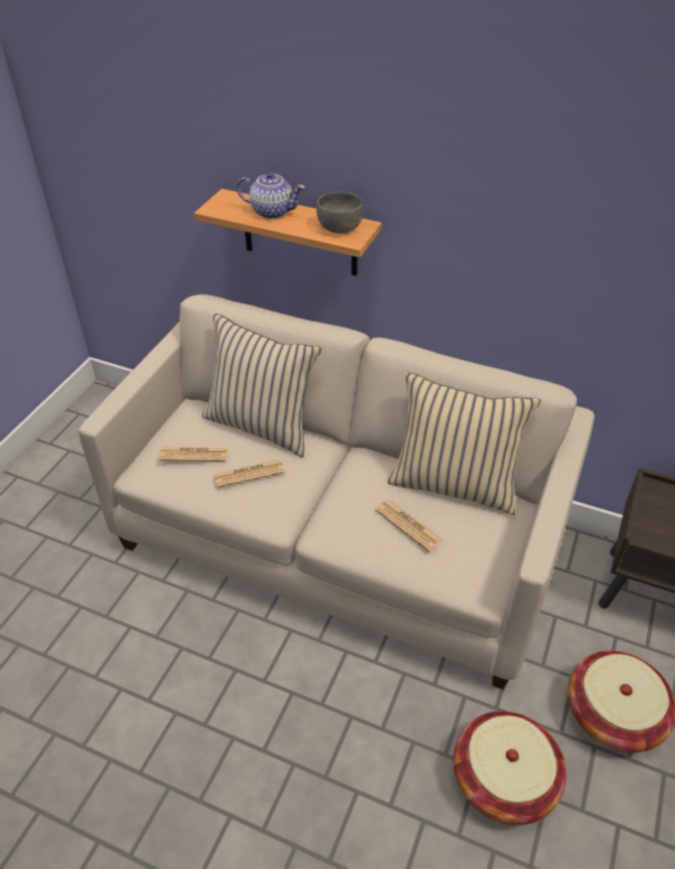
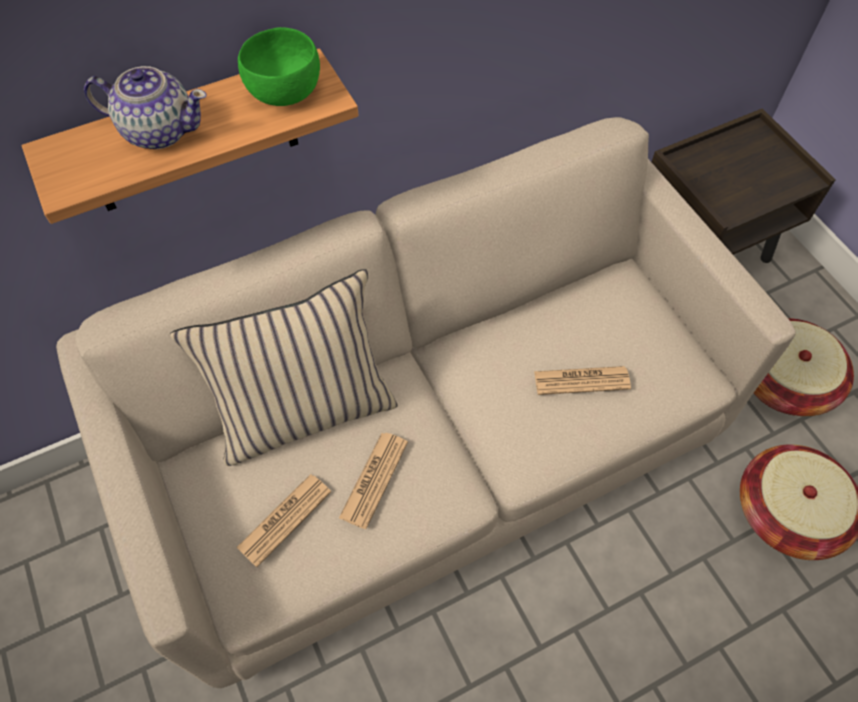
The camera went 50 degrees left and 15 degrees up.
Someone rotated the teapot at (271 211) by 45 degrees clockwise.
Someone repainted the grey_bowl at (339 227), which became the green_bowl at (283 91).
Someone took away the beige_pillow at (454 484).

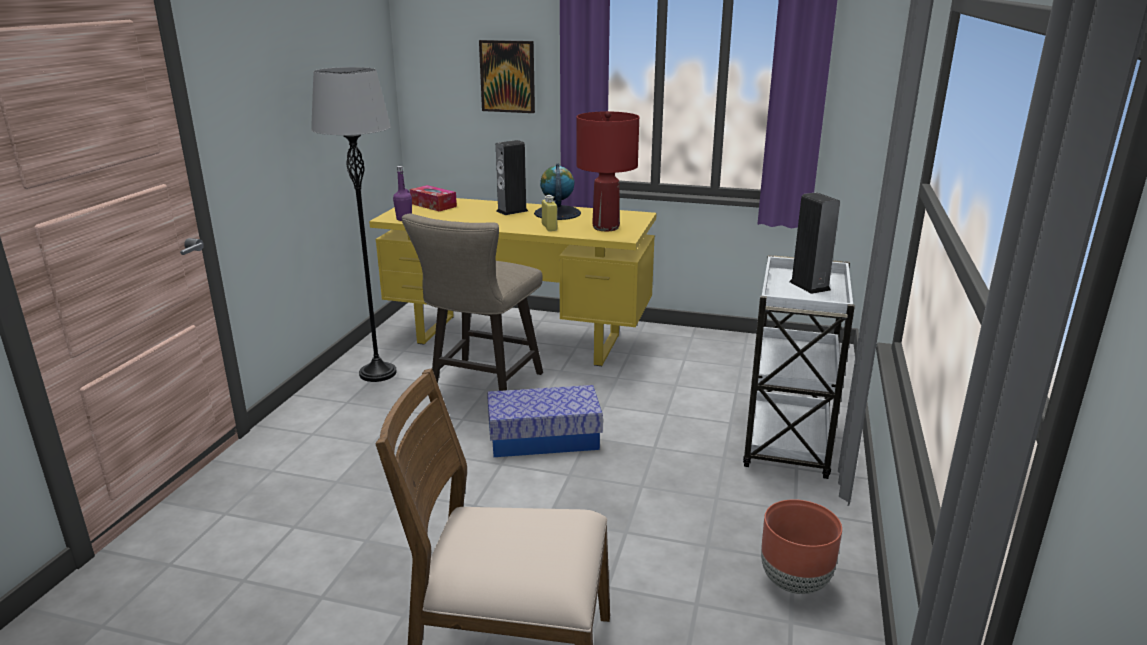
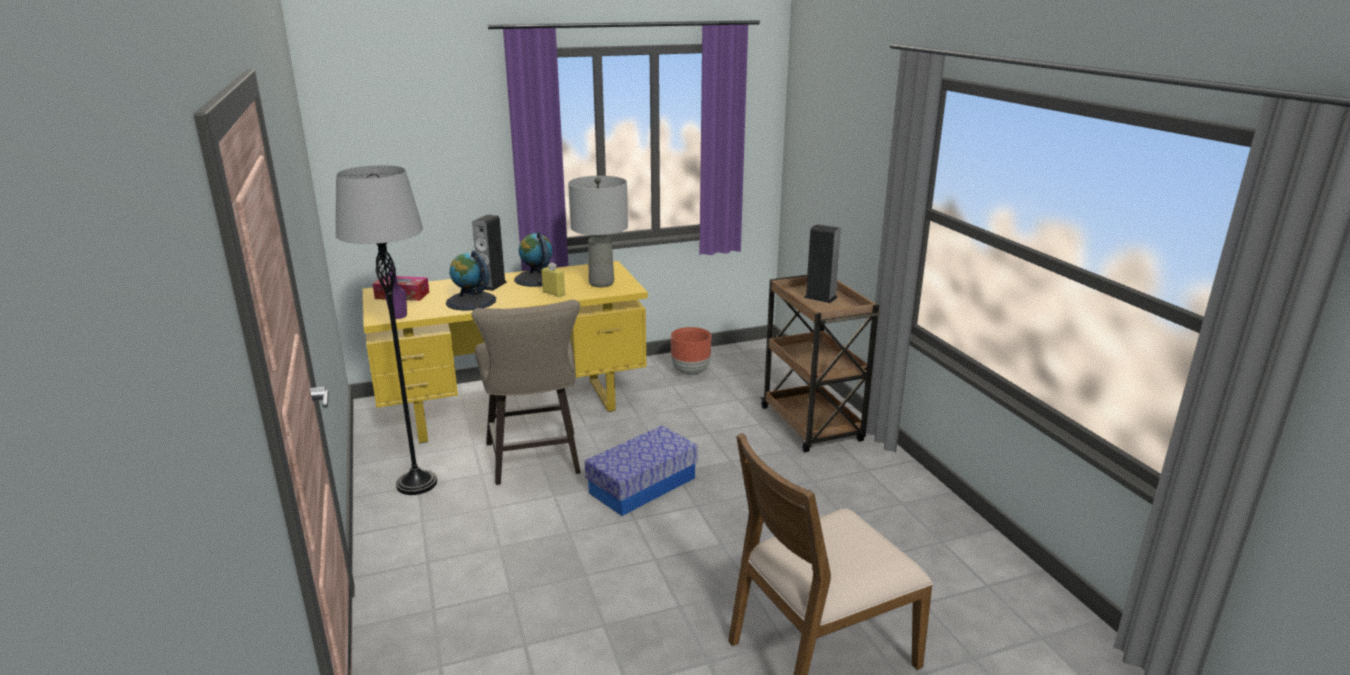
The camera went 35 degrees left and 0 degrees up.
Someone put down the globe at (471 301).
Someone repainted the red_table_lamp at (605 227), which became the grey_table_lamp at (601 283).
Someone carried the brown_planter from (795 582) to (691 372).
Someone repainted the white_cart at (787 443), which became the brown_cart at (812 425).
Someone took away the picture at (507 76).

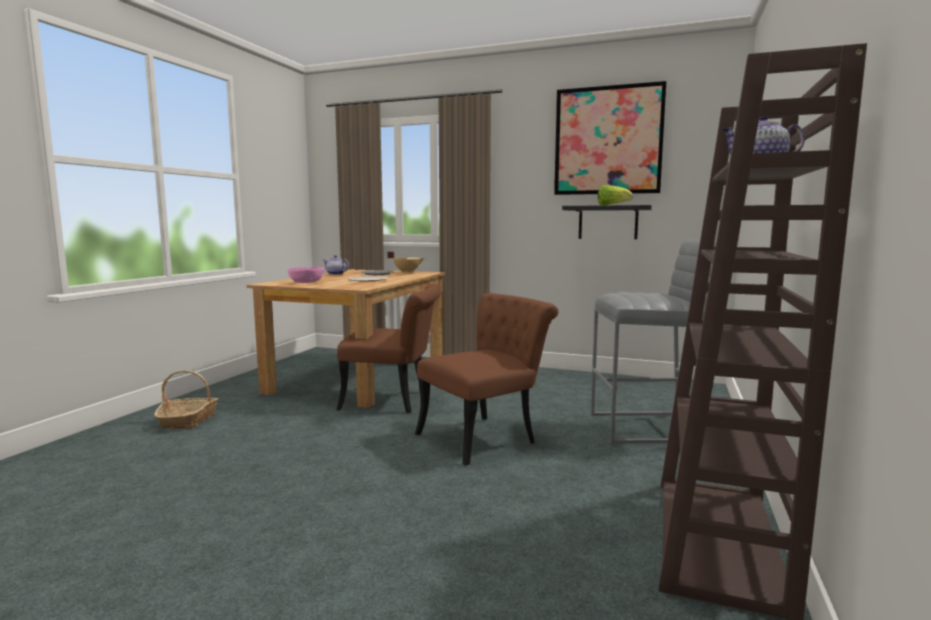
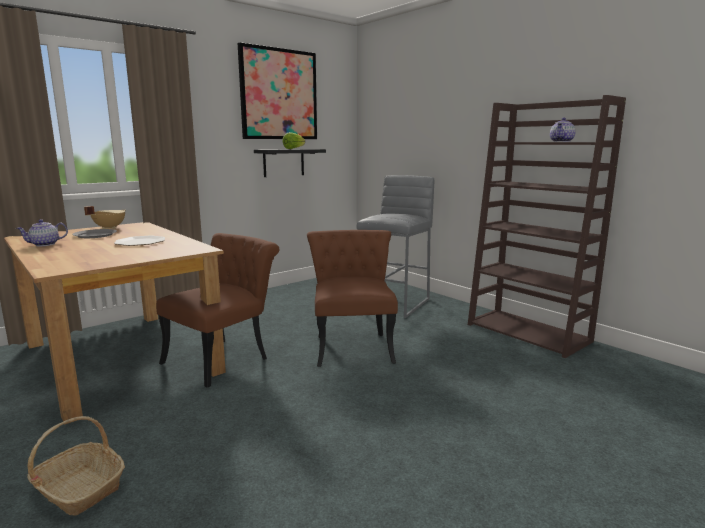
The camera went 60 degrees left and 5 degrees up.
Someone took away the pink_bowl at (306 282).

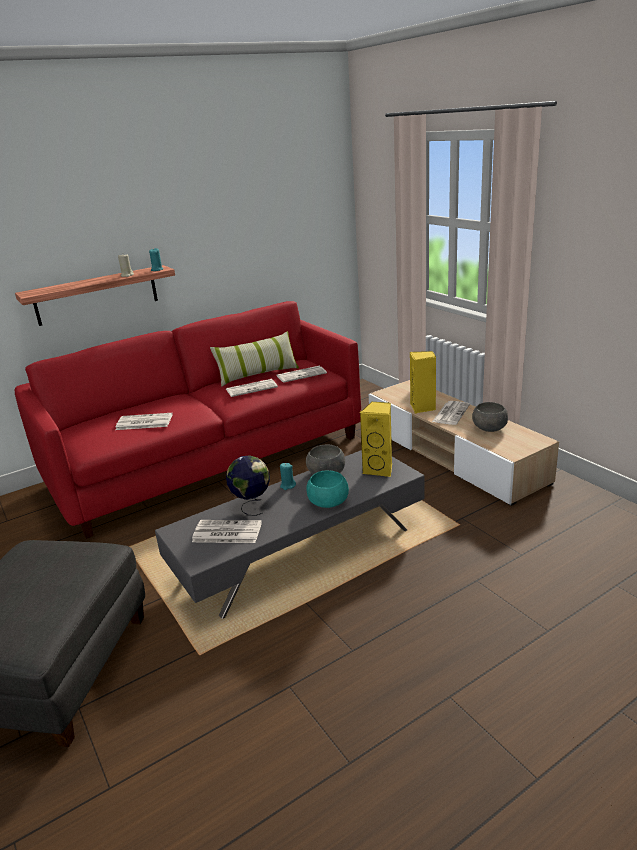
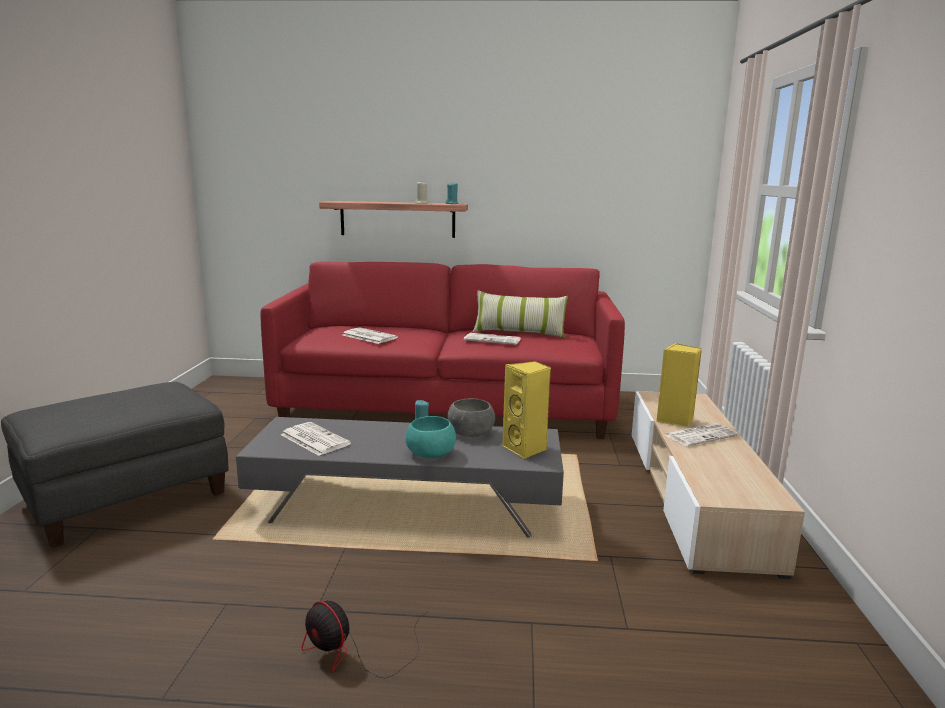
The camera went 35 degrees right and 10 degrees down.
Someone put down the fan at (355 653).
Someone took away the globe at (252 506).
Someone took away the newspaper at (301 374).
Someone took away the grey_bowl at (489 428).

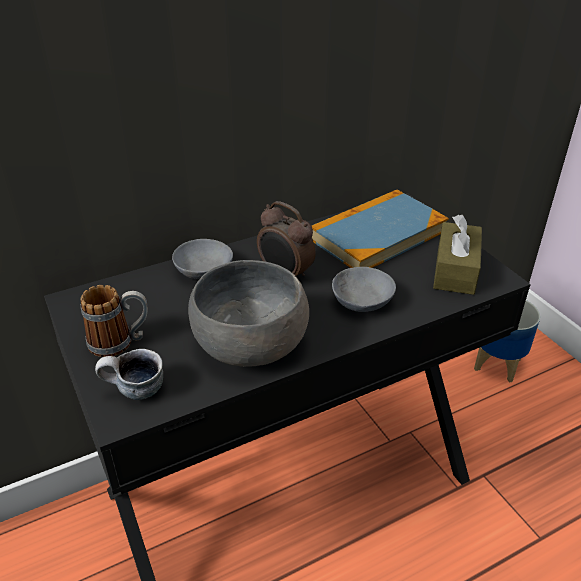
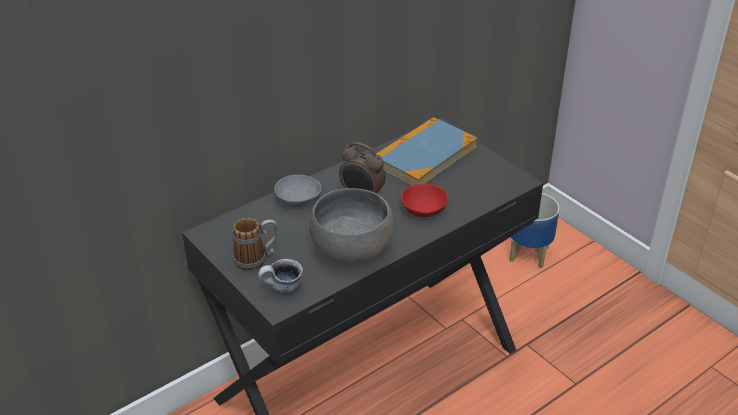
The camera went 10 degrees left and 0 degrees up.
Someone repainted the grey_bowl at (362 302), which became the red_bowl at (424 210).
Someone took away the brown_tissue_box at (455 270).

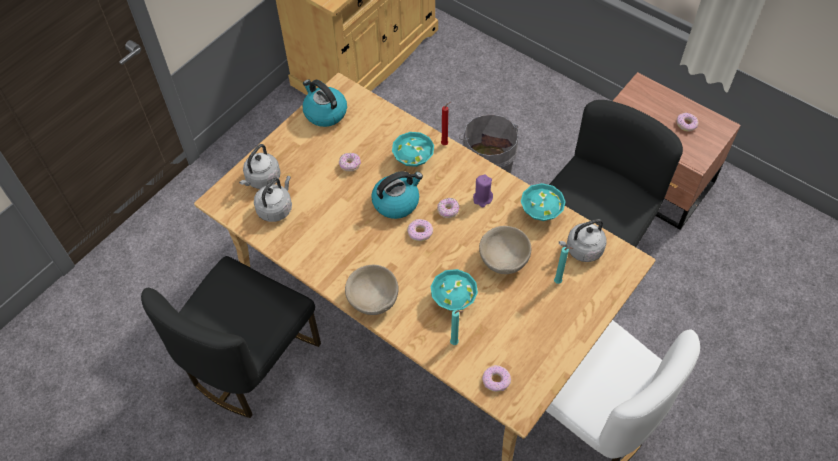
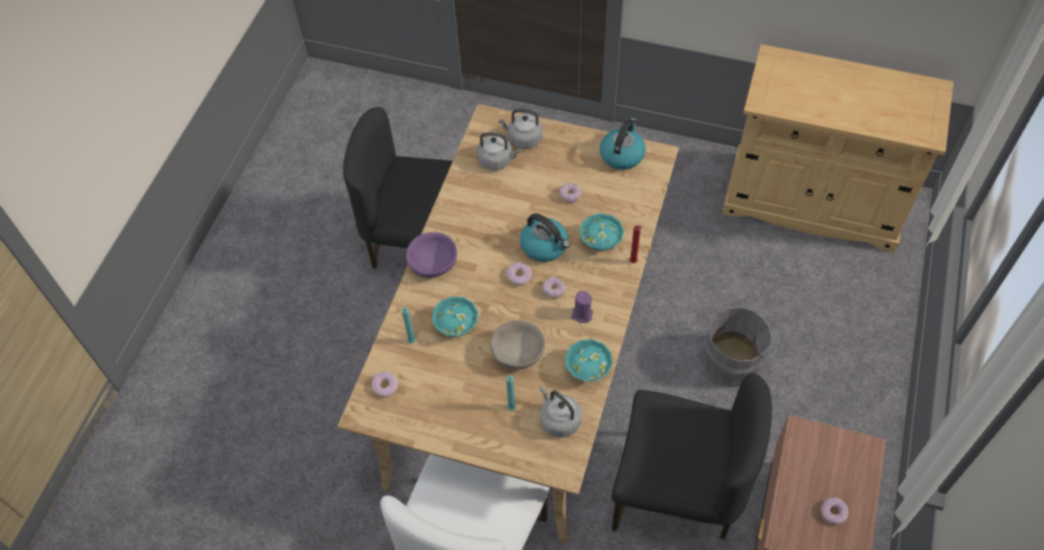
The camera went 70 degrees right and 0 degrees up.
Someone repainted the beige_bowl at (372 299), which became the purple_bowl at (433 264).

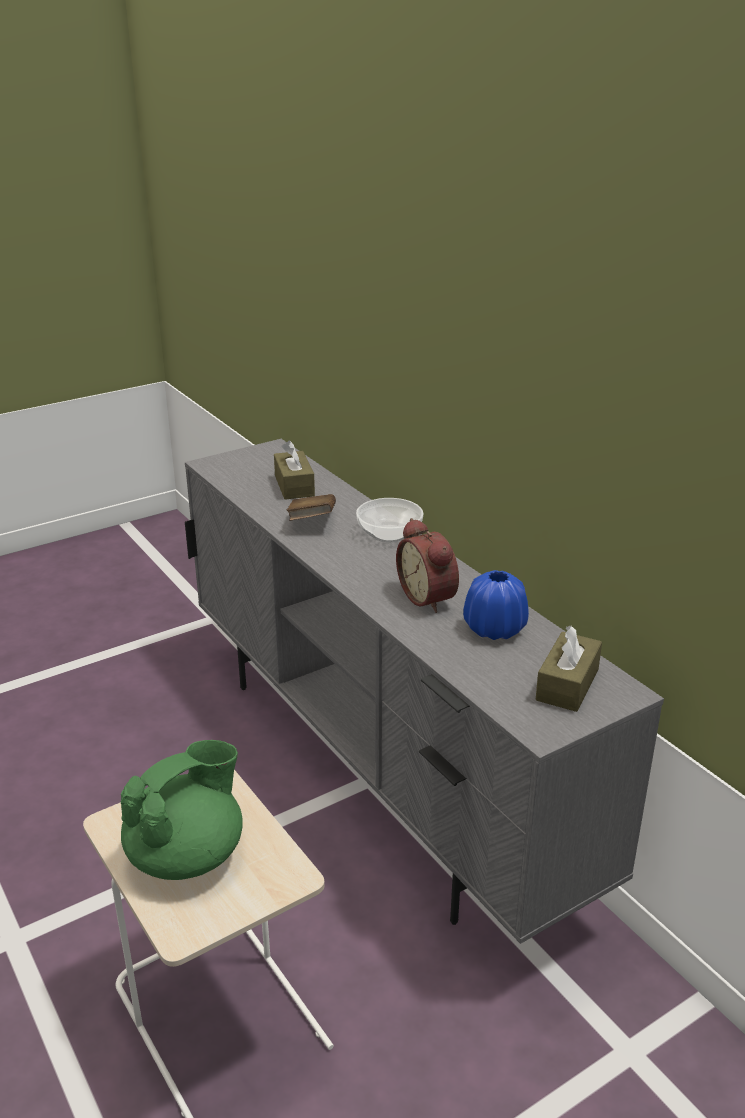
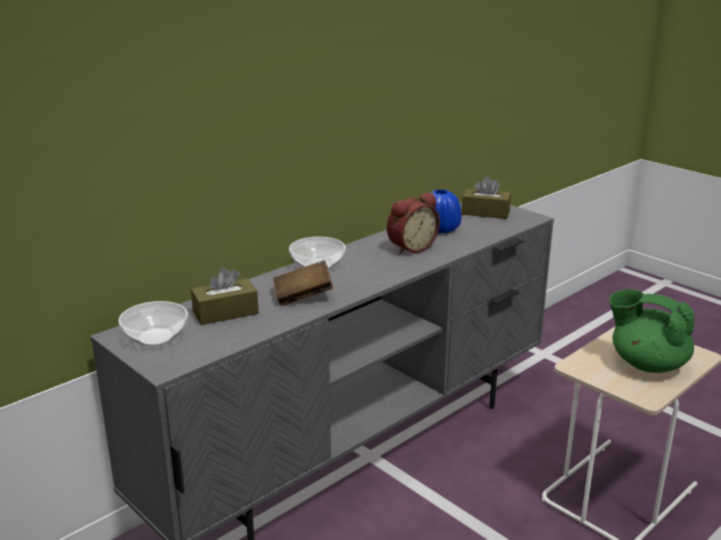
The camera went 100 degrees left and 5 degrees down.
Someone put down the bowl at (156 337).

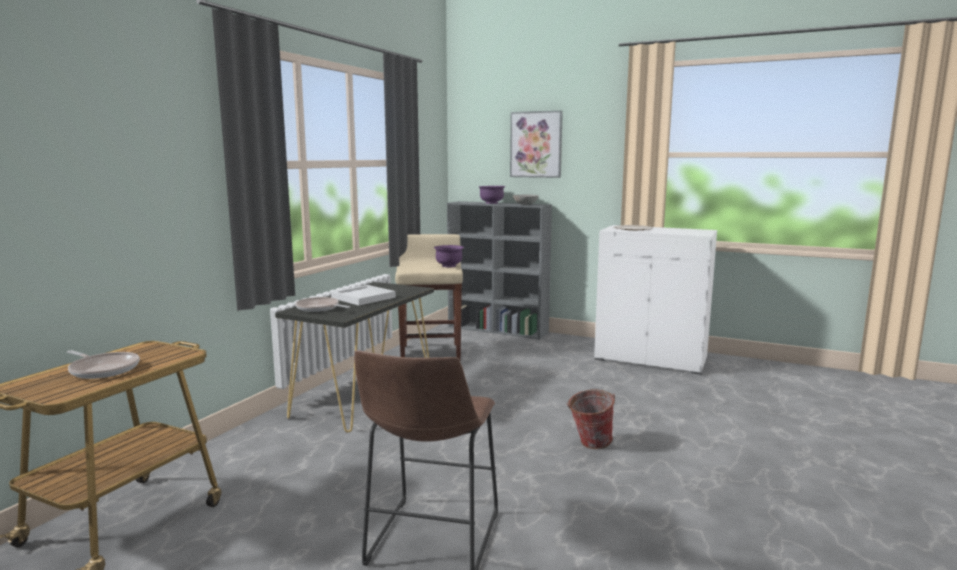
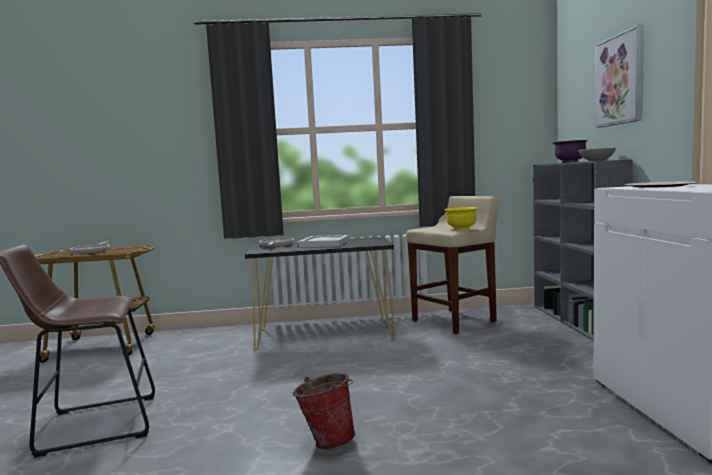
The camera went 60 degrees right and 5 degrees down.
Someone repainted the purple_bowl at (449 266), which became the yellow_bowl at (461 229).

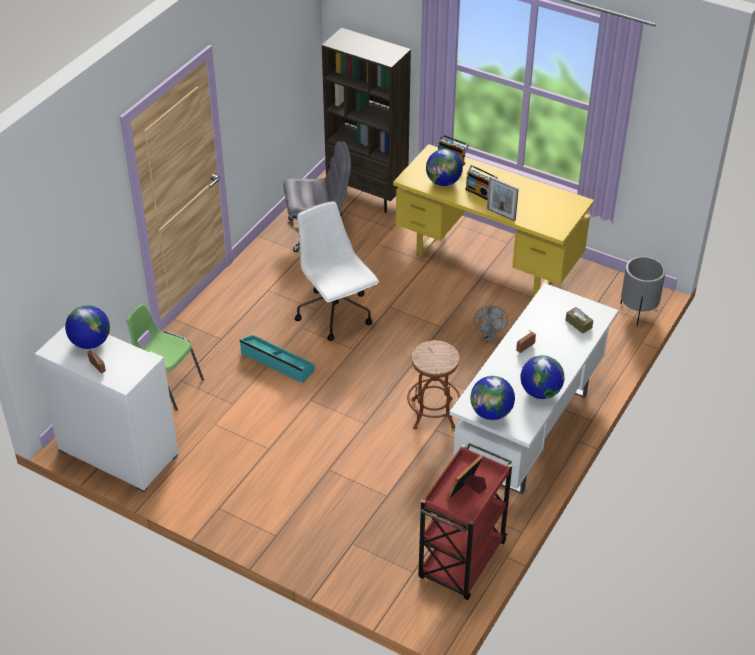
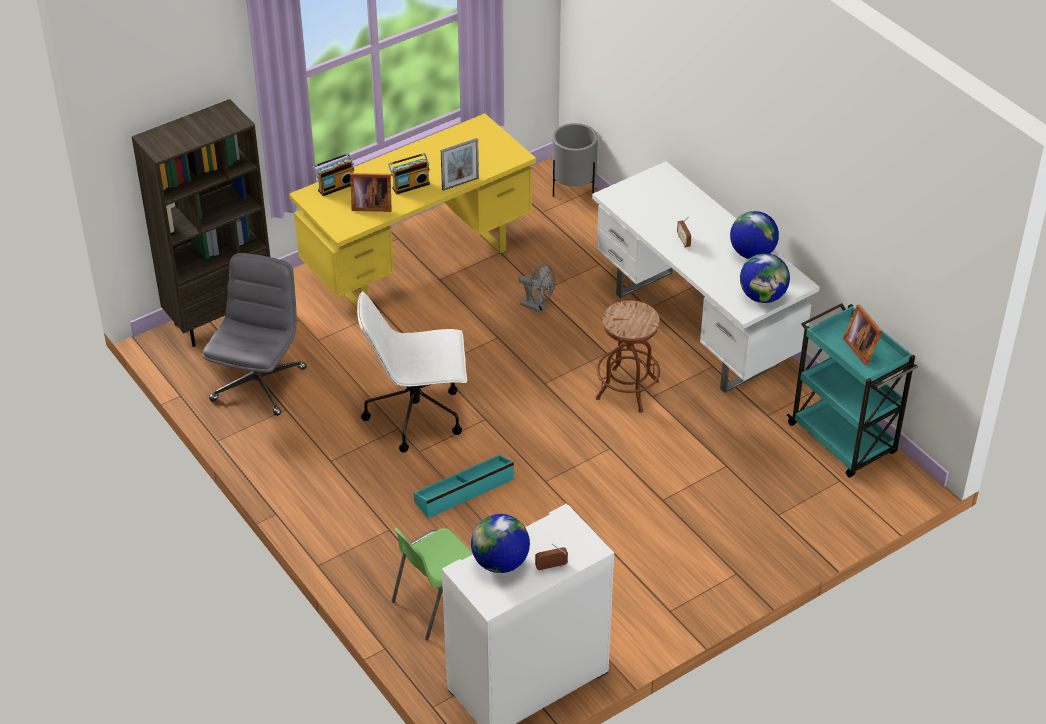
The camera went 65 degrees left and 0 degrees up.
Someone swapped the globe at (443 182) for the picture_frame at (370 205).
Someone repainted the red_cart at (461 562), which became the turquoise_cart at (843 440).
Someone took away the brown_tissue_box at (578 324).

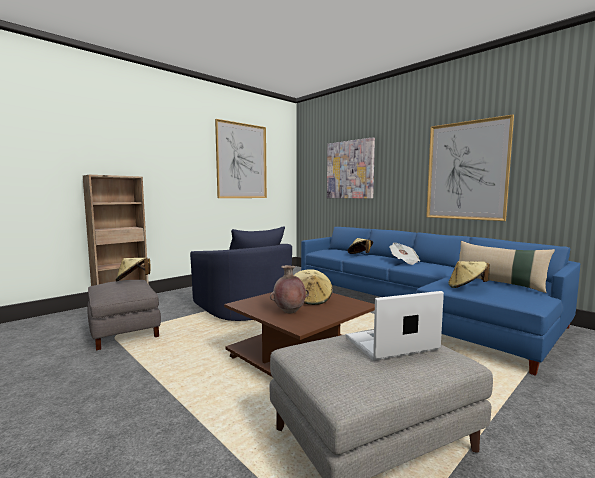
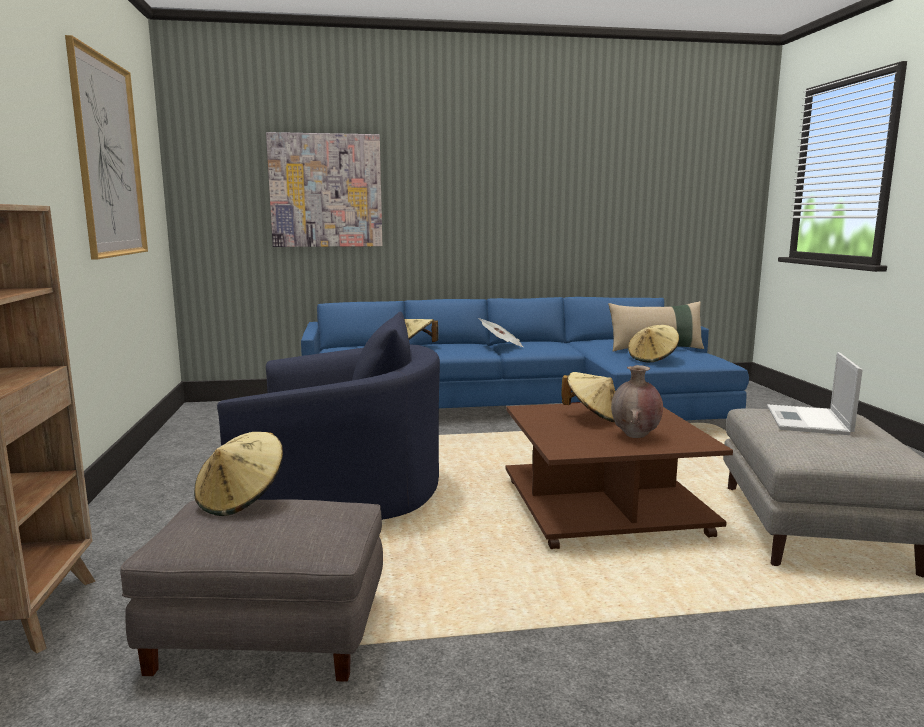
The camera went 55 degrees left and 5 degrees up.
Someone took away the picture at (466 171).

